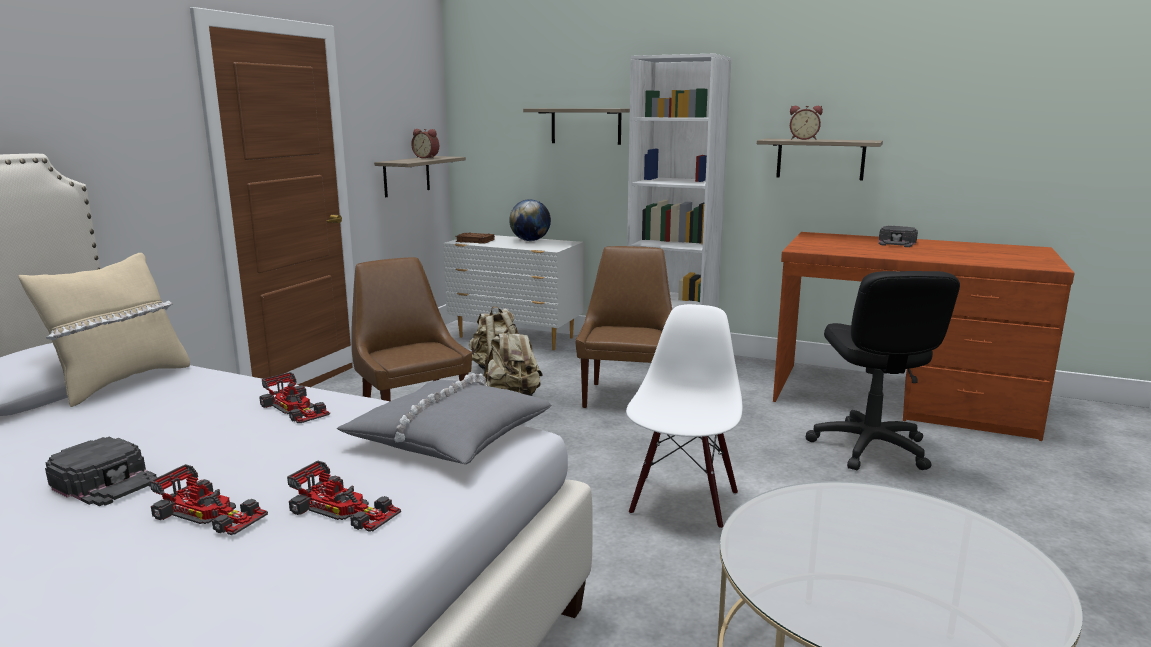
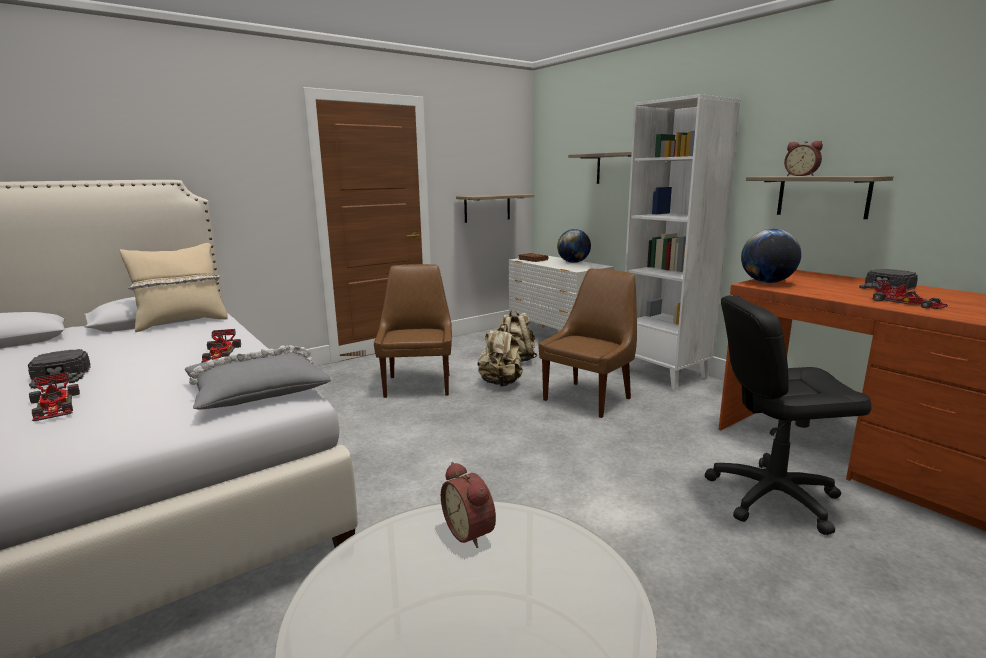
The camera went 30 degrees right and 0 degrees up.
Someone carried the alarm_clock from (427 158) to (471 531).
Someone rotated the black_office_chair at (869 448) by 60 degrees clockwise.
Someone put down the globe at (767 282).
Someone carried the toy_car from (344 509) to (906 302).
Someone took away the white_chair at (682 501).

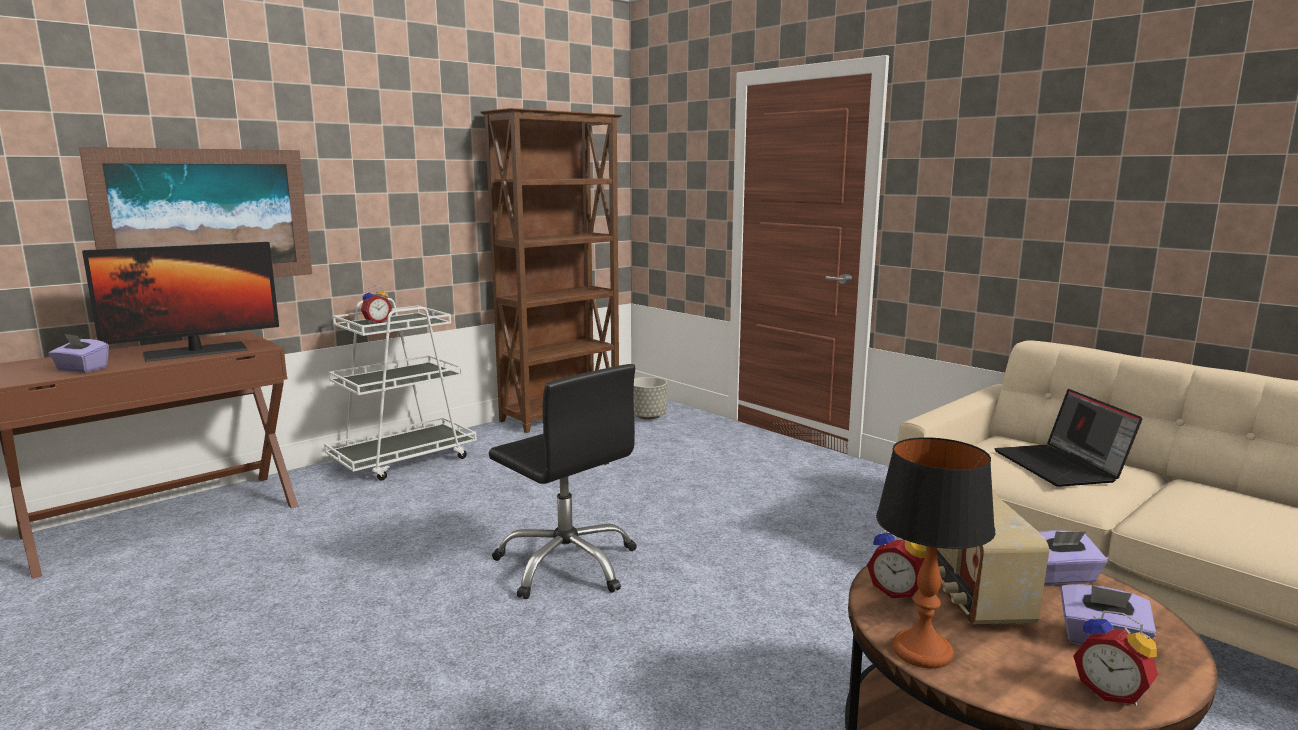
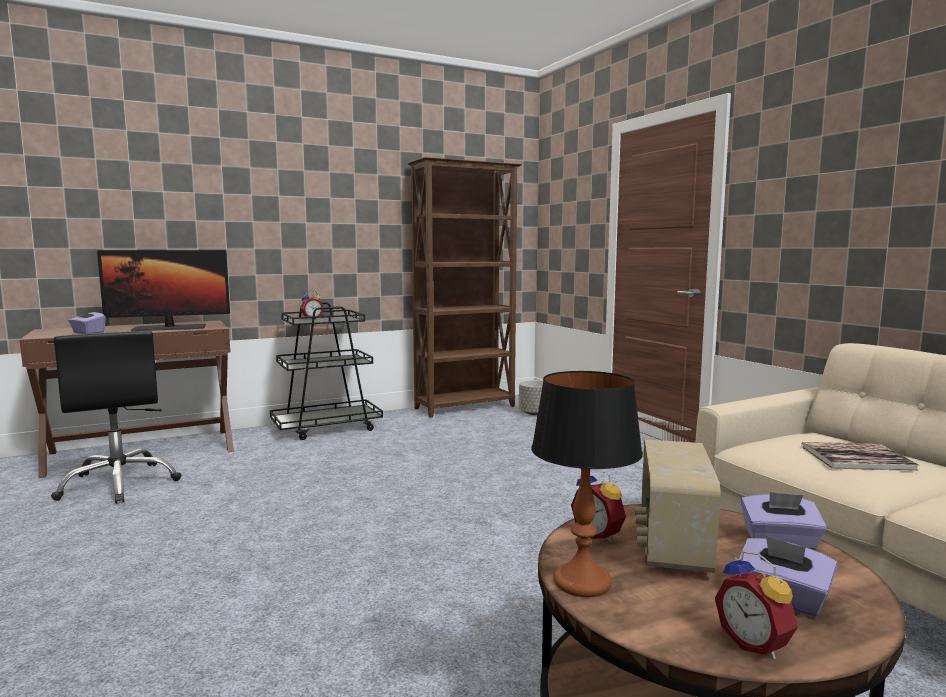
The camera went 15 degrees right and 5 degrees down.
Someone carried the black_office_chair from (567 564) to (120 484).
Someone repainted the white_cart at (404 460), which became the black_cart at (327 428).
Someone swapped the laptop at (1062 467) for the book at (856 458).
Someone took away the picture at (206 216).

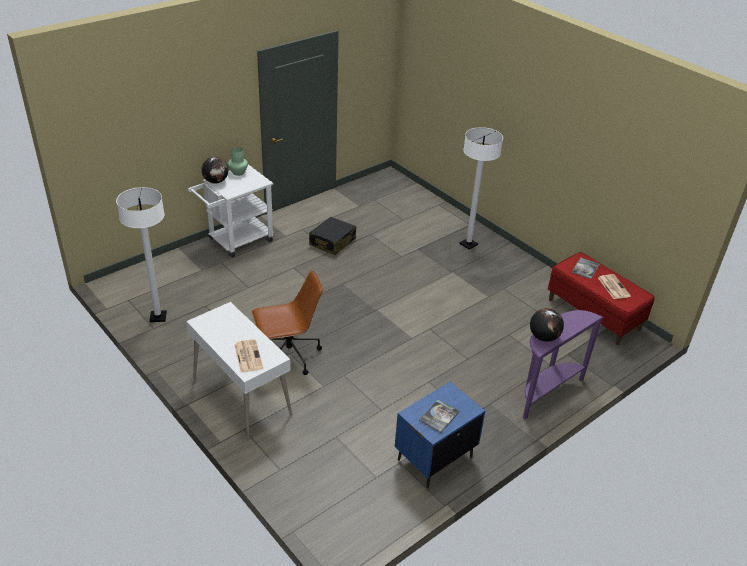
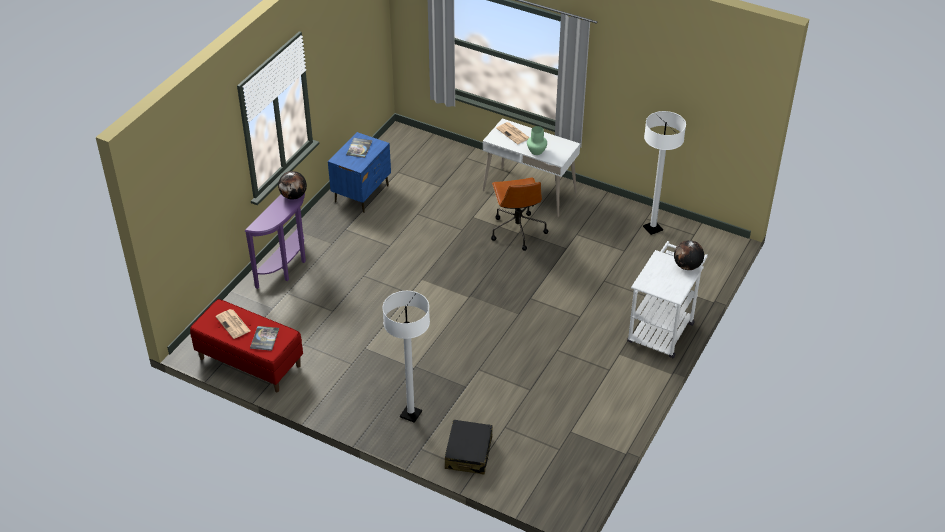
The camera went 160 degrees right and 5 degrees up.
Someone carried the black_suitcase from (332 242) to (468 453).
Someone rotated the brown_office_chair at (288 356) by 60 degrees counterclockwise.
Someone carried the green_vase from (238 172) to (536 151).

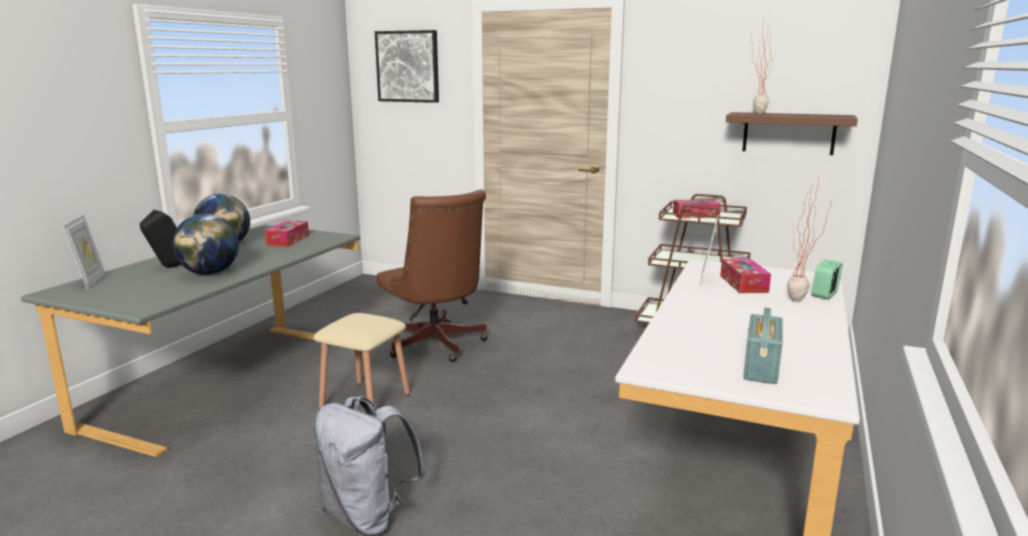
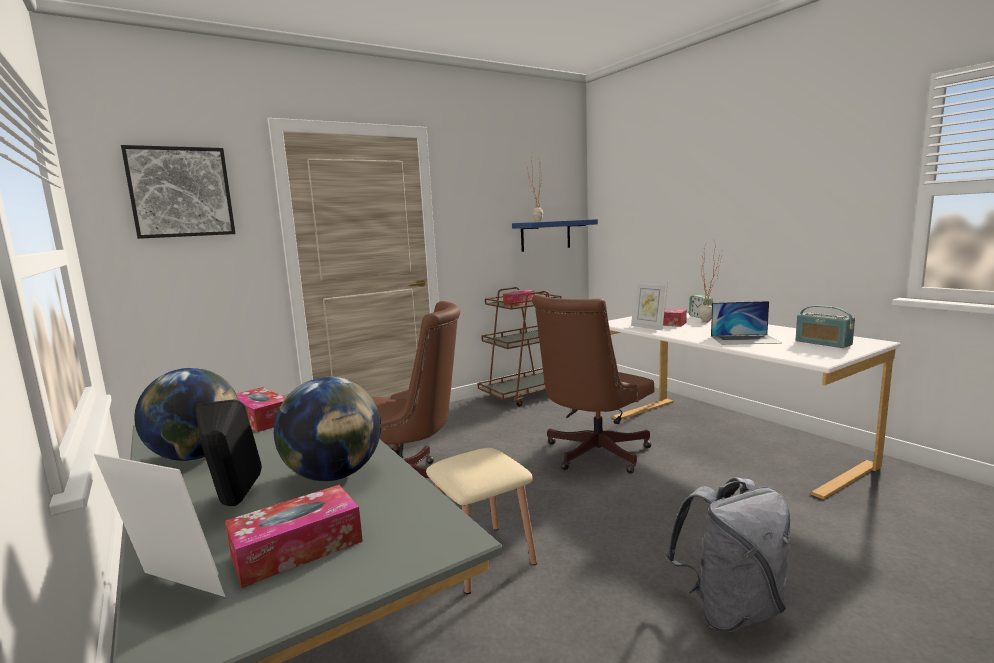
The camera went 55 degrees left and 5 degrees down.
Someone put down the tissue_box at (297 548).
Someone repainted the brown_shelf at (788 133), which became the blue_shelf at (545 235).
Someone put down the brown_office_chair at (592 454).
Someone put down the laptop at (745 339).

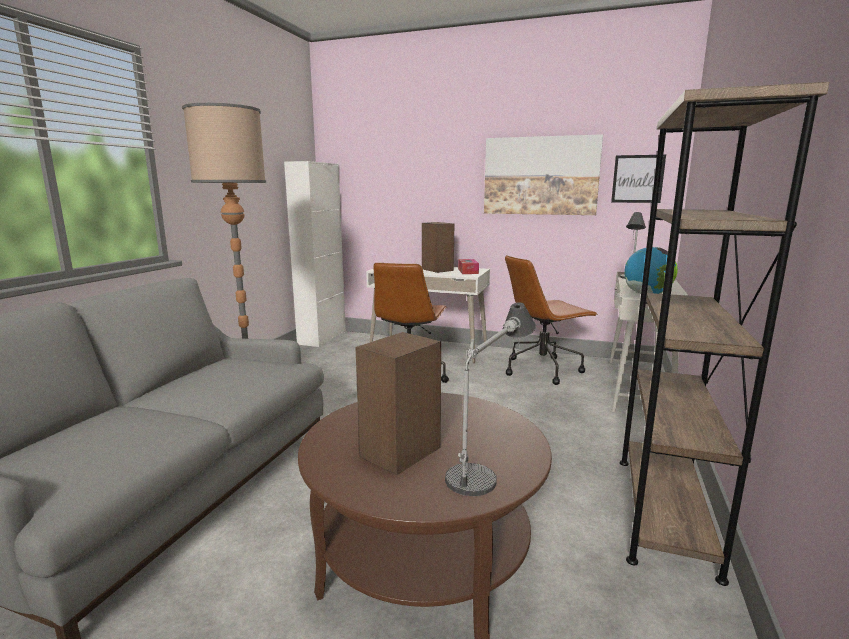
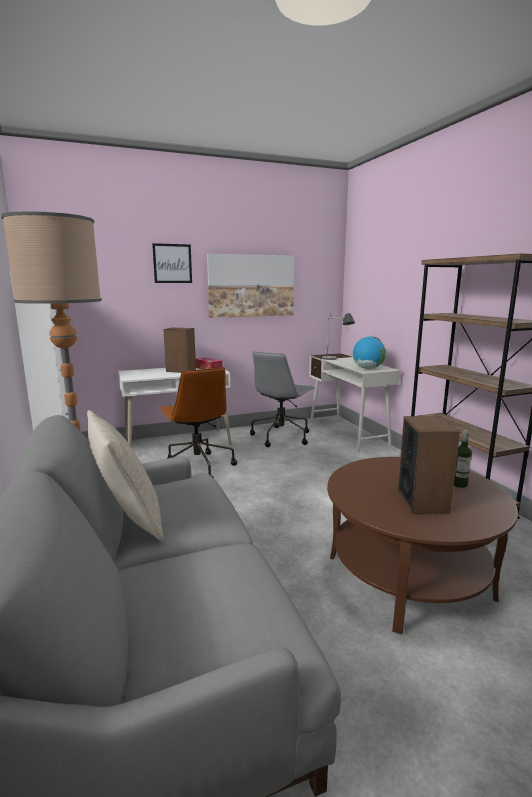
The camera went 40 degrees left and 0 degrees up.
Someone put down the beige_pillow at (127 519).
Someone carried the picture from (637 179) to (172 263).
Someone repainted the brown_office_chair at (542 369), which became the grey_office_chair at (281 436).
Someone swapped the table_lamp at (491 456) for the bottle at (459 484).

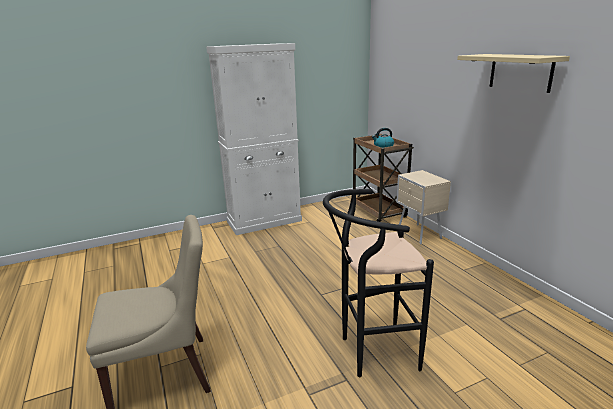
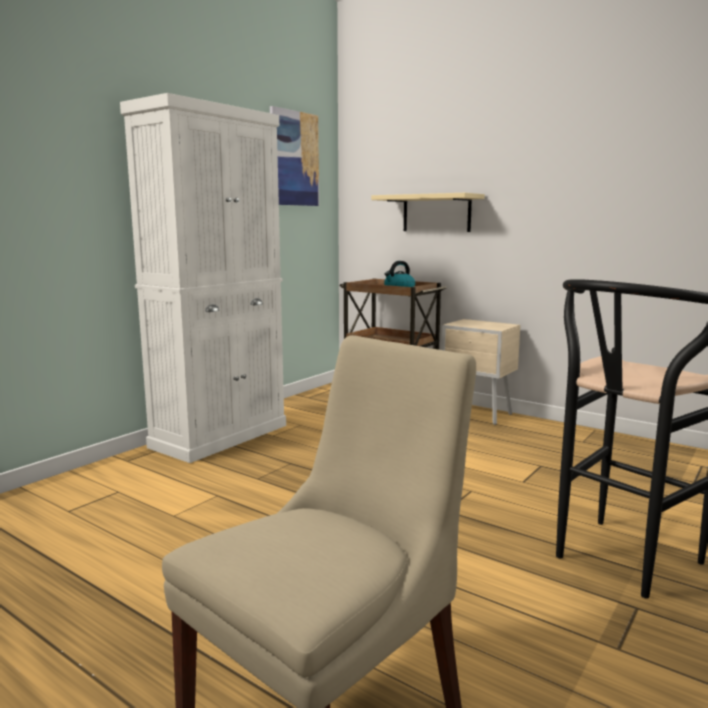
The camera went 30 degrees left and 10 degrees down.
Someone put up the picture at (294 159).
Someone carried the beige_shelf from (520 72) to (436 213).

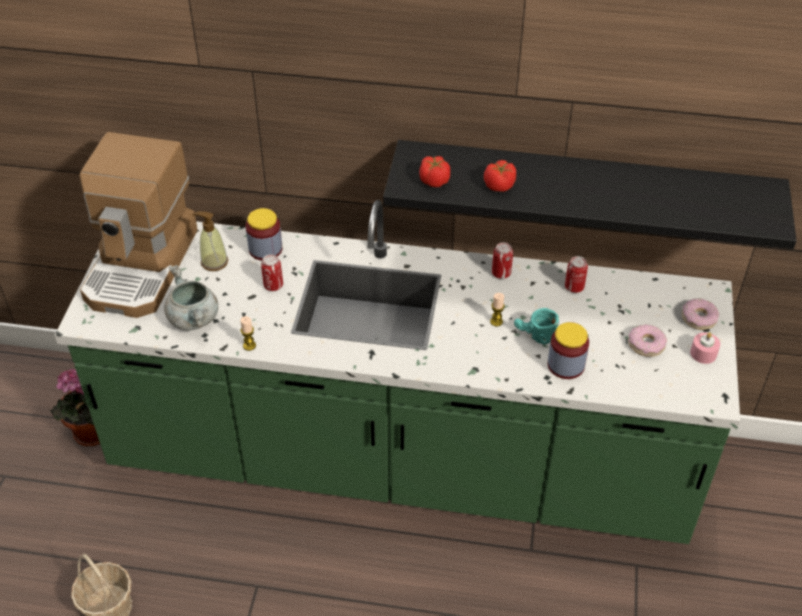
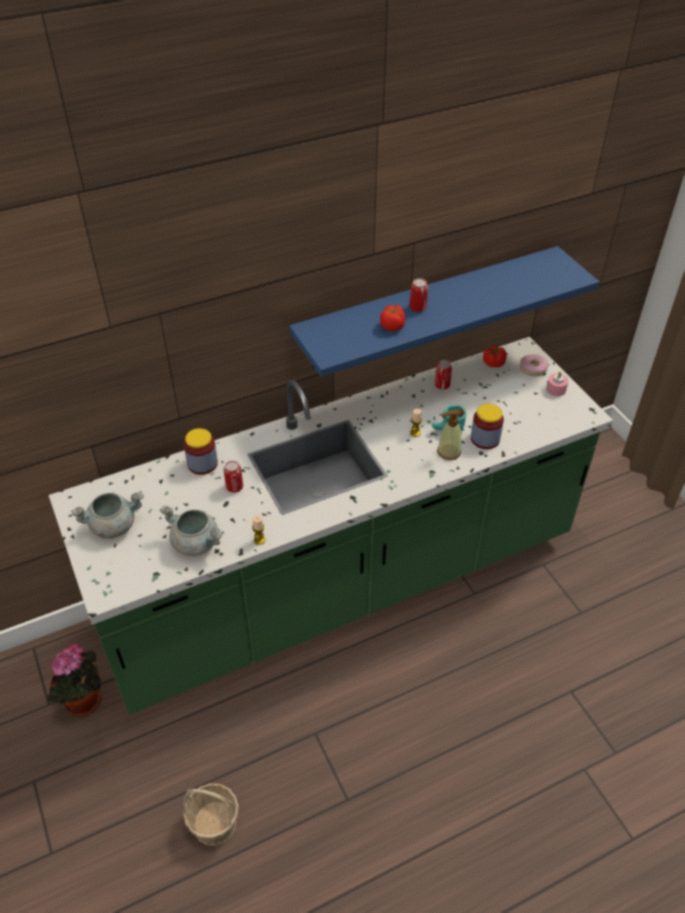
The camera went 35 degrees left and 0 degrees up.
Someone swapped the coffee_machine at (143 266) for the grey_cooking_pot at (114 525).
Someone repainted the black_shelf at (585 187), which became the blue_shelf at (428 307).
Someone carried the can from (501 273) to (417 308).
Someone carried the soap_dispenser from (214 262) to (448 452).
Someone carried the tomato from (434 181) to (493 363).
Someone took away the donut at (646 345).

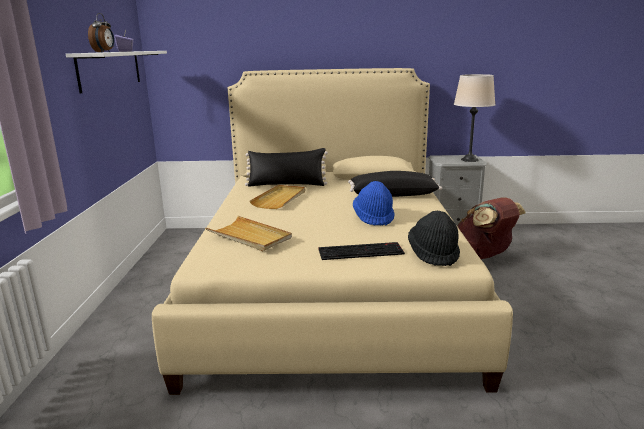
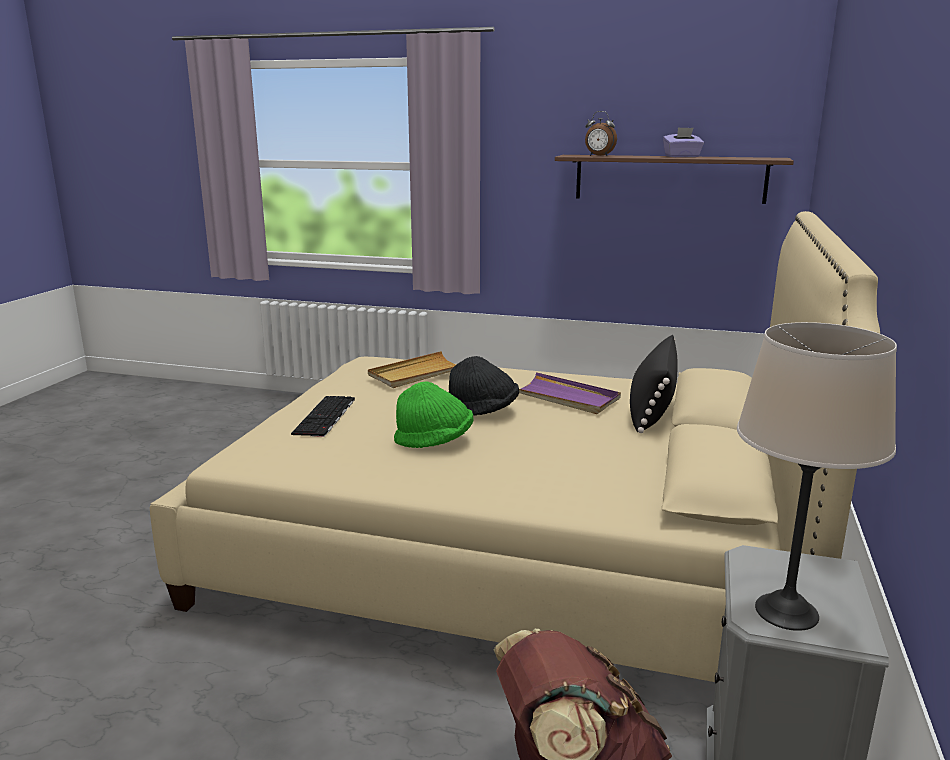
The camera went 105 degrees right and 0 degrees up.
Someone repainted the blue_hat at (374 218), which became the green_hat at (434 441).
Someone carried the black_hat from (433 254) to (483 411).
Someone repainted the beige_tray at (280 199), which became the purple_tray at (565 397).
Someone repainted the white_shelf at (110 69), which became the brown_shelf at (669 178).
Someone took away the black_pillow at (393 195).

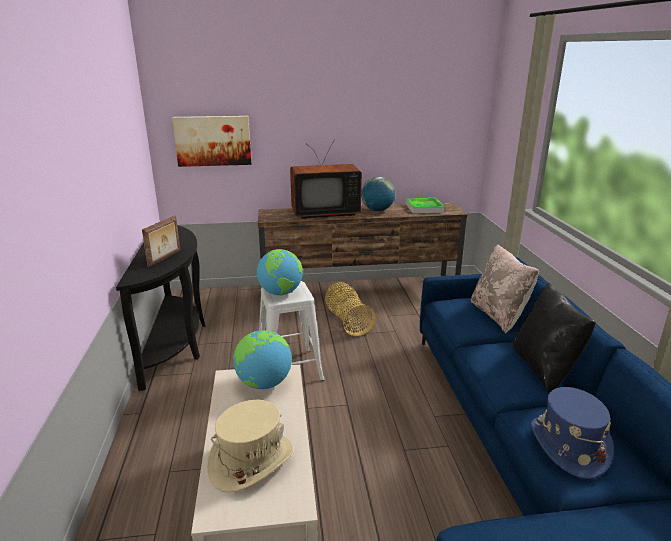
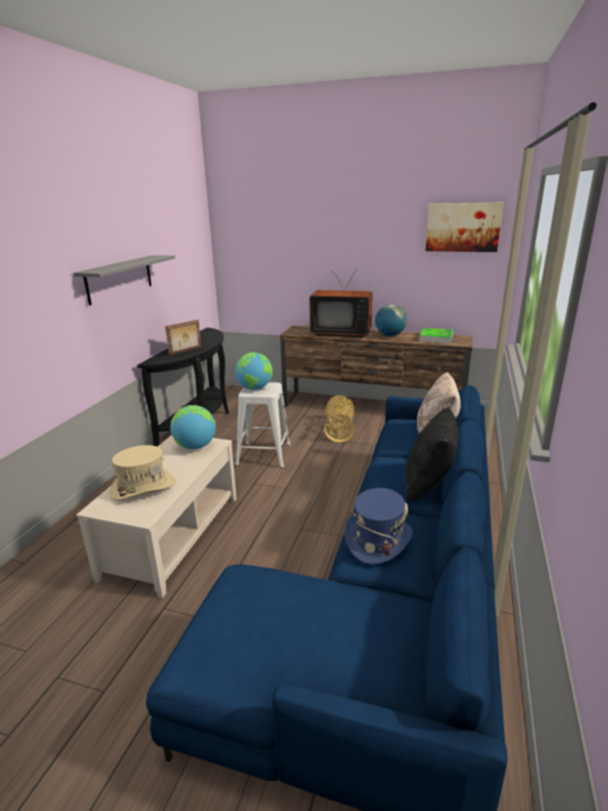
The camera went 25 degrees right and 0 degrees up.
Someone put up the grey_shelf at (119 279).
Someone carried the picture from (213 141) to (463 227).

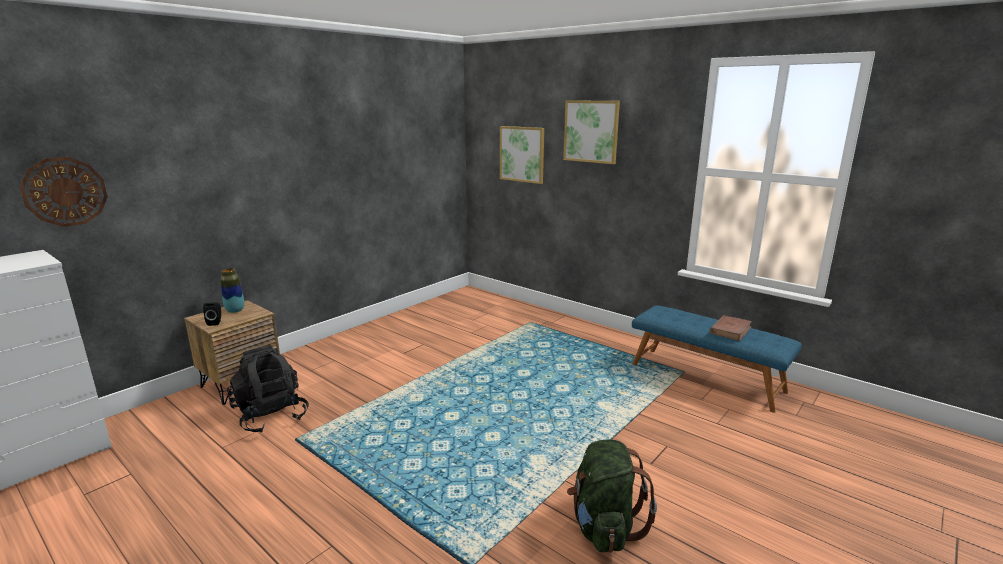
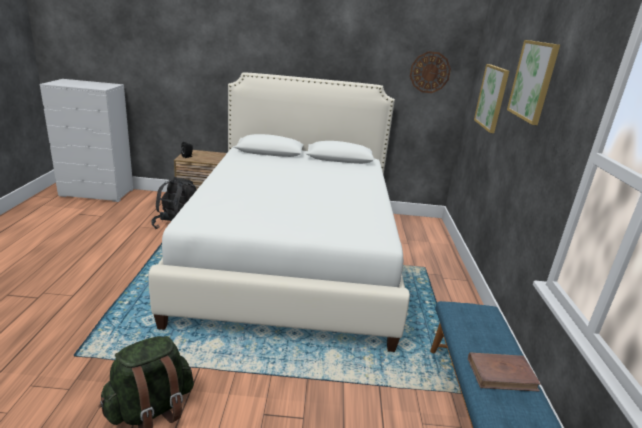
The camera went 50 degrees right and 5 degrees up.
Someone put down the white_bed at (293 257).
Someone carried the wall_clock from (65 191) to (429 72).
Someone took away the vase at (235 310).

